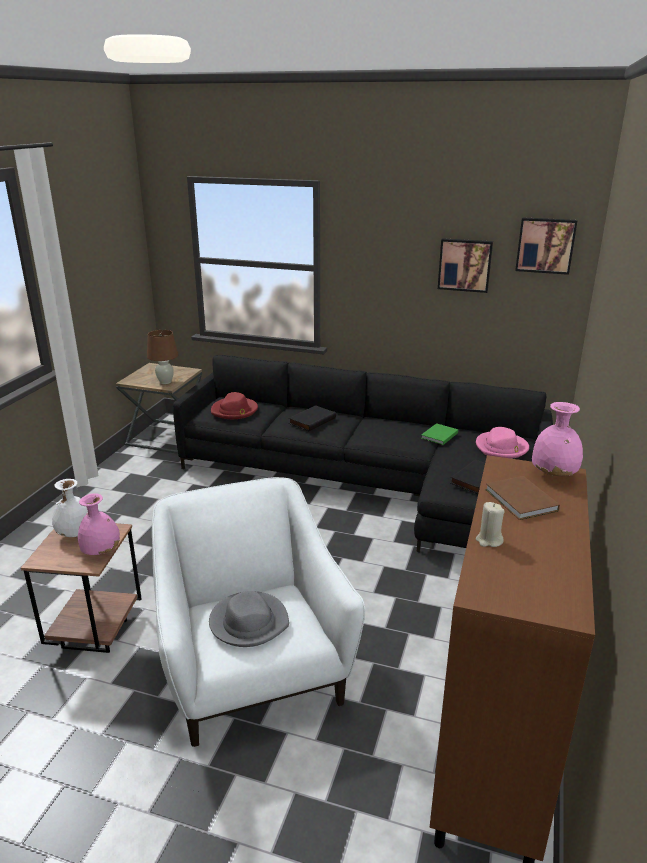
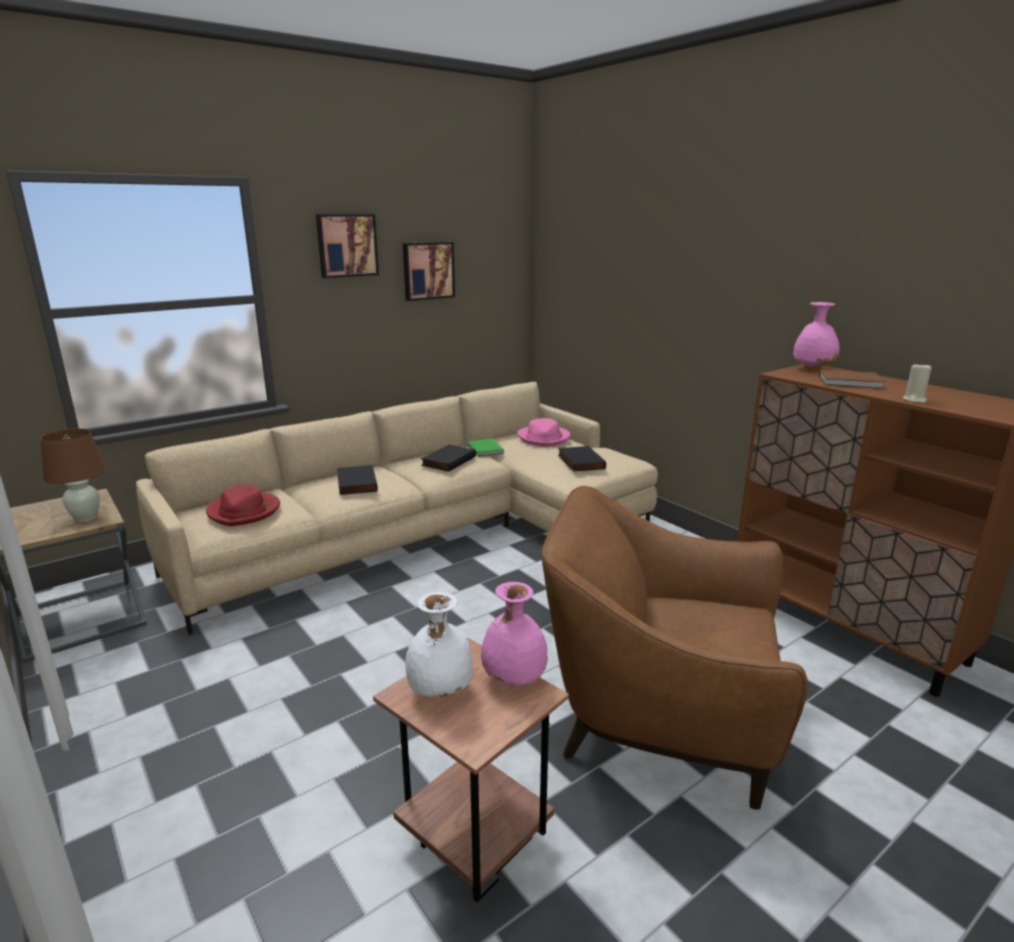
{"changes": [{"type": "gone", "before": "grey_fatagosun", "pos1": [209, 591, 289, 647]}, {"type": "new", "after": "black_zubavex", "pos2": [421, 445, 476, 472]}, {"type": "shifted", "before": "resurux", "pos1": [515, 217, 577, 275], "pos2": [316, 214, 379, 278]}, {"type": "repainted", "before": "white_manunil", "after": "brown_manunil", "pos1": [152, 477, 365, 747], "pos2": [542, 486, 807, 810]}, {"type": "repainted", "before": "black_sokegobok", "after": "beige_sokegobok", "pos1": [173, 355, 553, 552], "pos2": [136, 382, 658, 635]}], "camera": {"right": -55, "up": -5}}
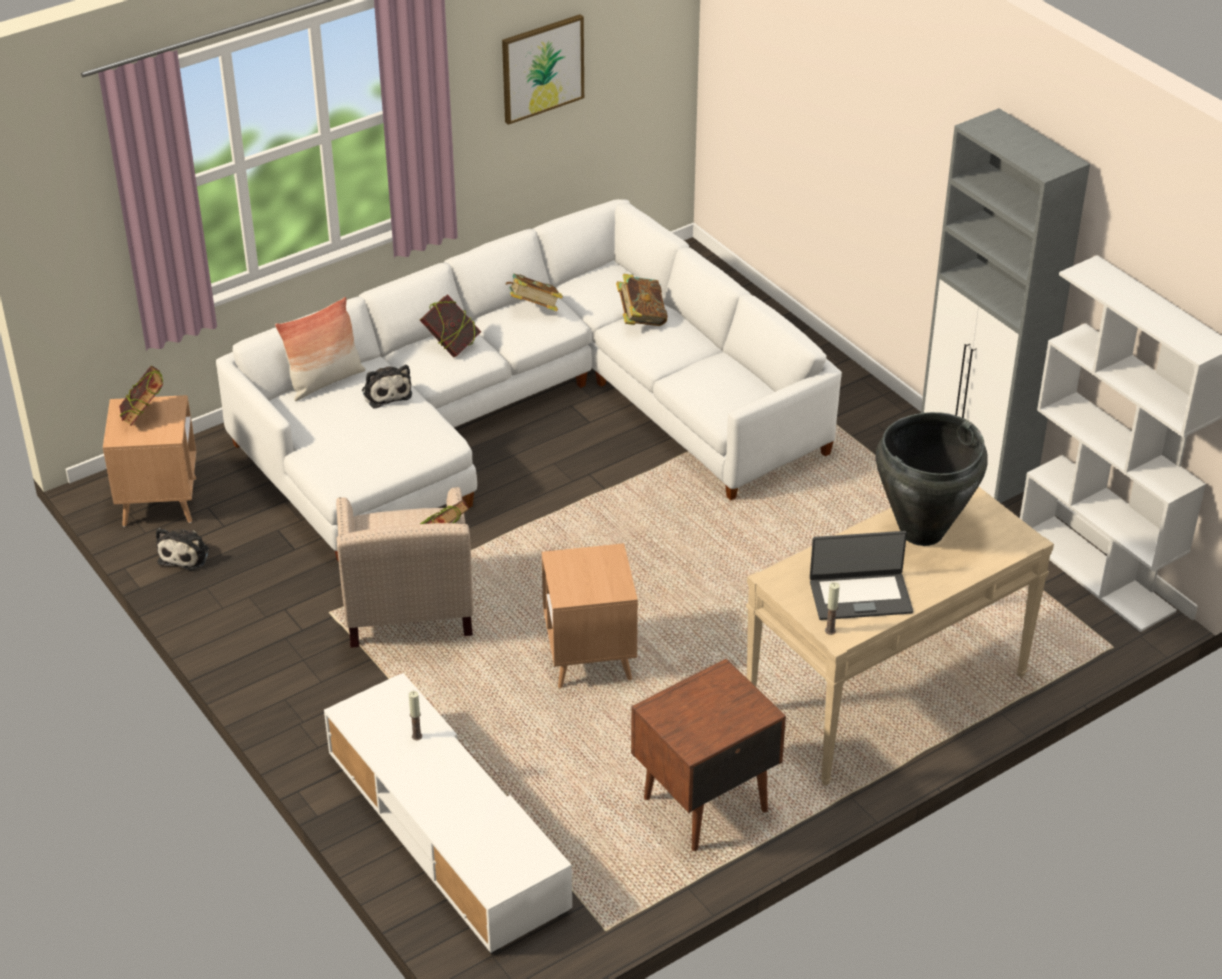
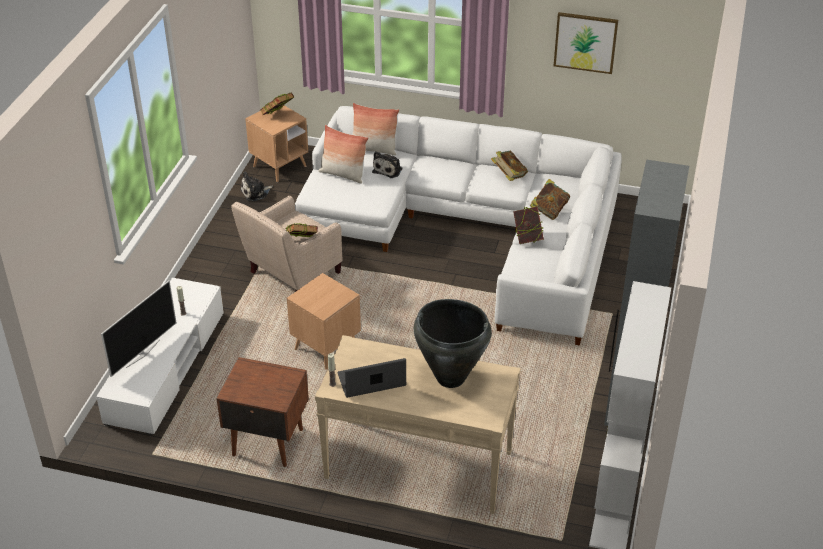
{"changes": [{"type": "new", "after": "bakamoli", "pos2": [101, 280, 177, 377]}, {"type": "new", "after": "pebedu", "pos2": [318, 125, 368, 184]}, {"type": "shifted", "before": "zubavex", "pos1": [420, 294, 481, 358], "pos2": [513, 207, 544, 244]}, {"type": "rotated", "before": "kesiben", "pos1": [810, 531, 913, 620], "pos2": [338, 358, 406, 398], "turn": 120}], "camera": {"right": 50, "up": 0}}
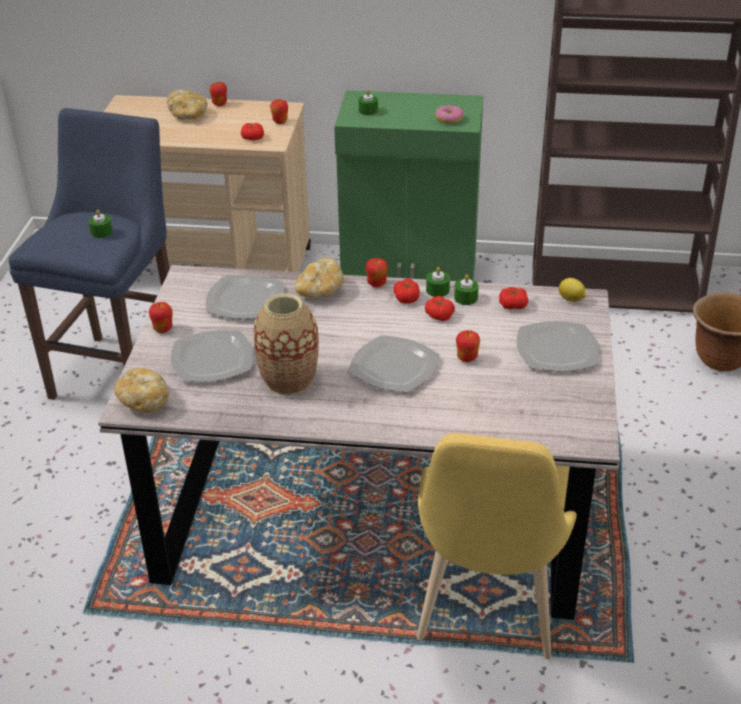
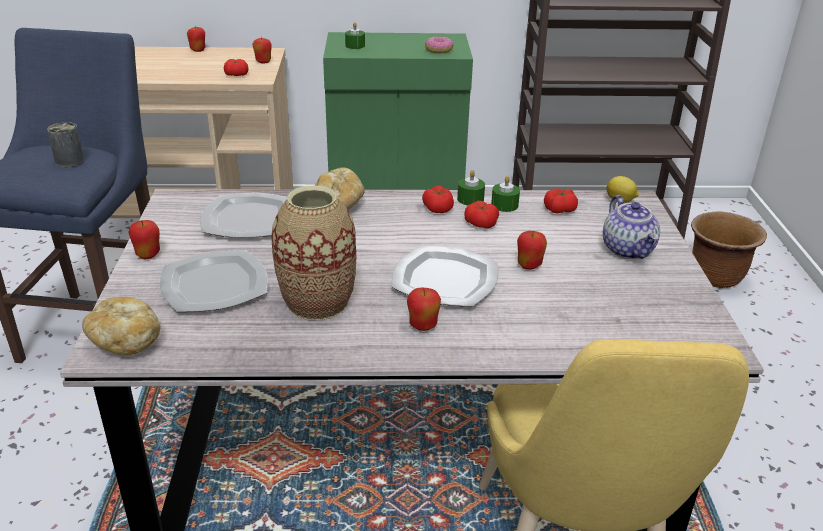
{"changes": [{"type": "gone", "before": "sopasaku", "pos1": [167, 90, 207, 120]}, {"type": "shifted", "before": "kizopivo", "pos1": [365, 258, 388, 287], "pos2": [407, 287, 441, 331]}, {"type": "swapped", "before": "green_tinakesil", "after": "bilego", "pos1": [89, 209, 113, 238], "pos2": [47, 122, 84, 167]}, {"type": "swapped", "before": "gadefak", "after": "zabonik", "pos1": [516, 321, 599, 371], "pos2": [603, 195, 660, 259]}], "camera": {"right": -10, "up": -5}}
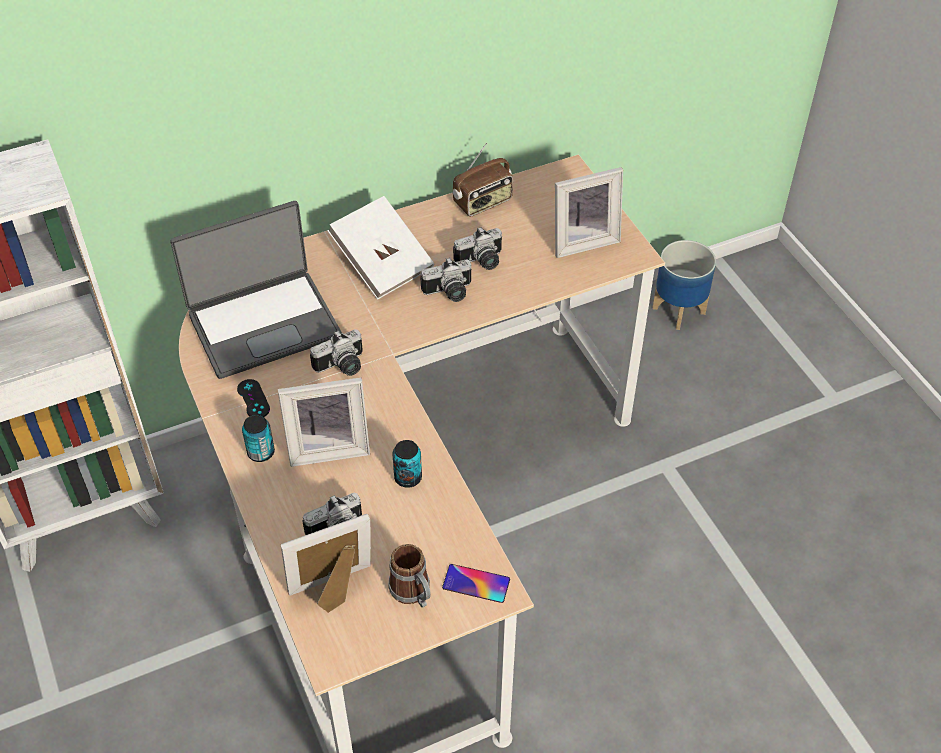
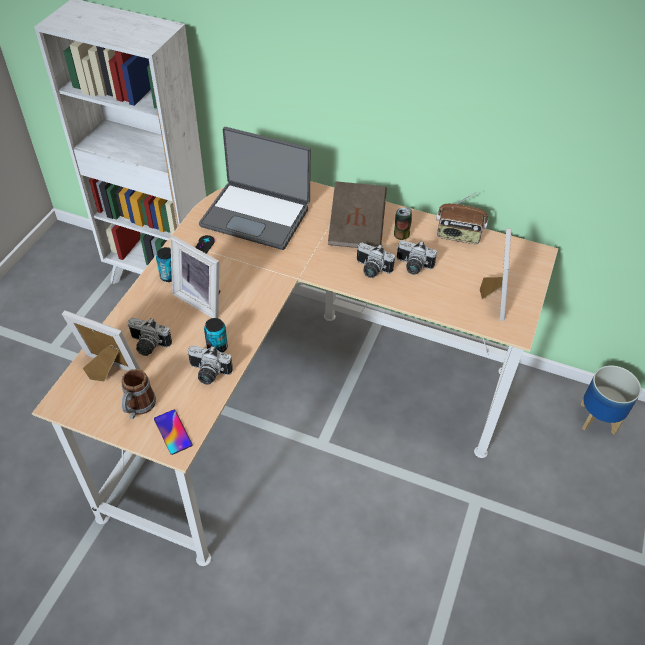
{"changes": [{"type": "new", "after": "bilego", "pos2": [394, 207, 412, 240]}, {"type": "shifted", "before": "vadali", "pos1": [310, 329, 363, 376], "pos2": [188, 345, 233, 385]}, {"type": "repainted", "before": "white_zubavex", "after": "brown_zubavex", "pos1": [328, 196, 435, 300], "pos2": [328, 181, 387, 248]}, {"type": "rotated", "before": "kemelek", "pos1": [555, 167, 623, 258], "pos2": [480, 228, 511, 321], "turn": -105}], "camera": {"right": 45, "up": 0}}
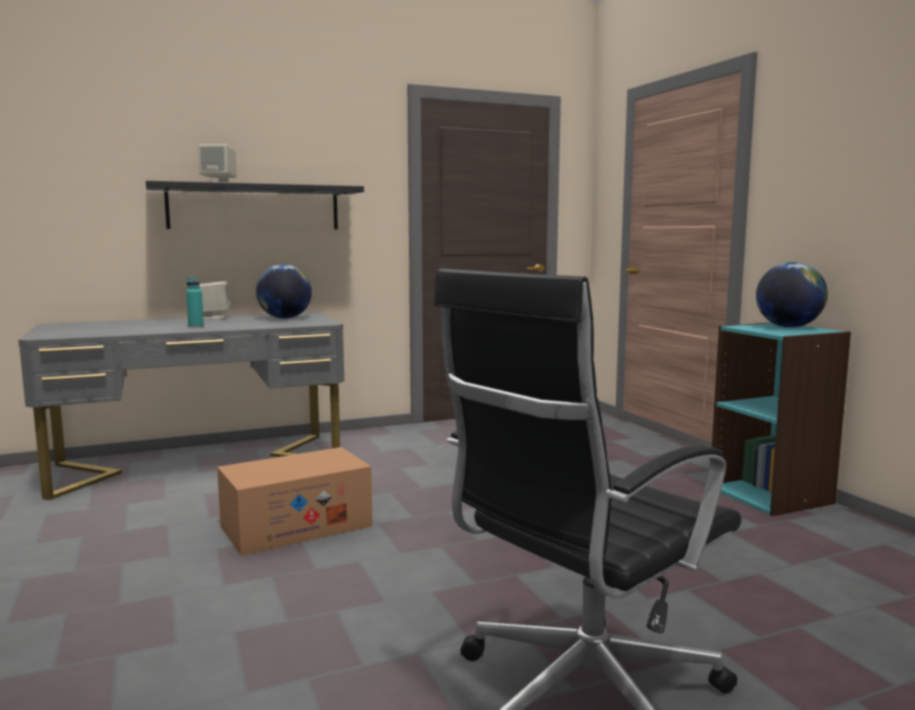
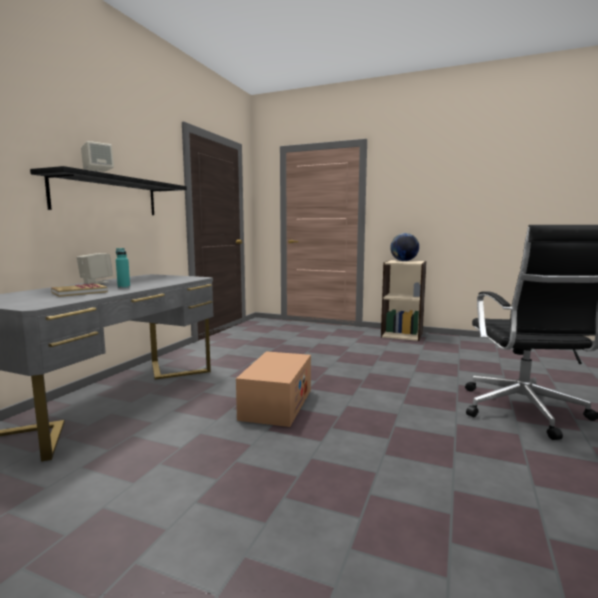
{"changes": [{"type": "gone", "before": "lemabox", "pos1": [256, 264, 312, 319]}, {"type": "new", "after": "zubavex", "pos2": [51, 283, 108, 297]}, {"type": "repainted", "before": "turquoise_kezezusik", "after": "beige_kezezusik", "pos1": [712, 323, 851, 516], "pos2": [381, 260, 427, 341]}], "camera": {"right": -45, "up": 0}}
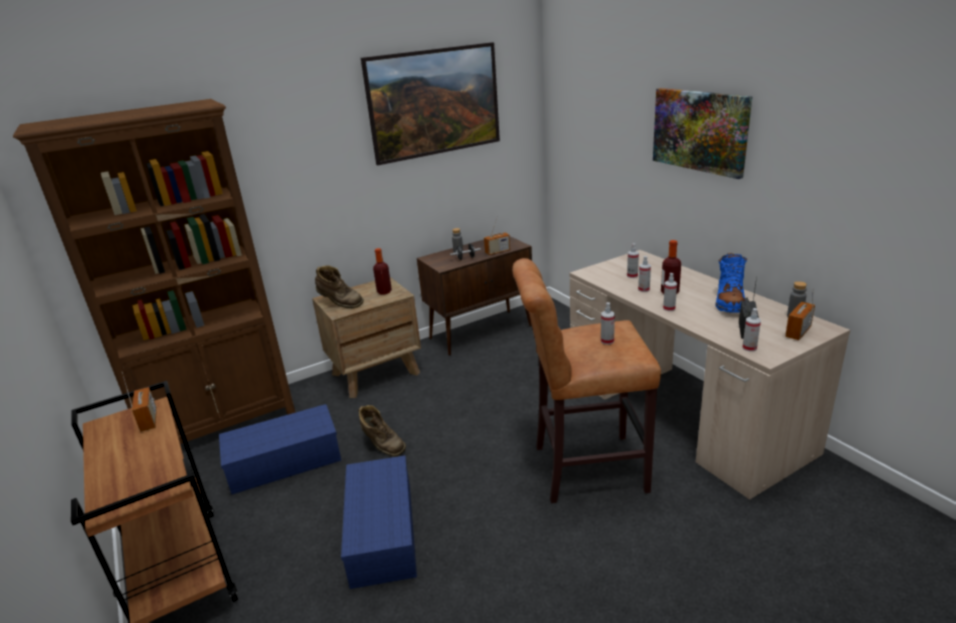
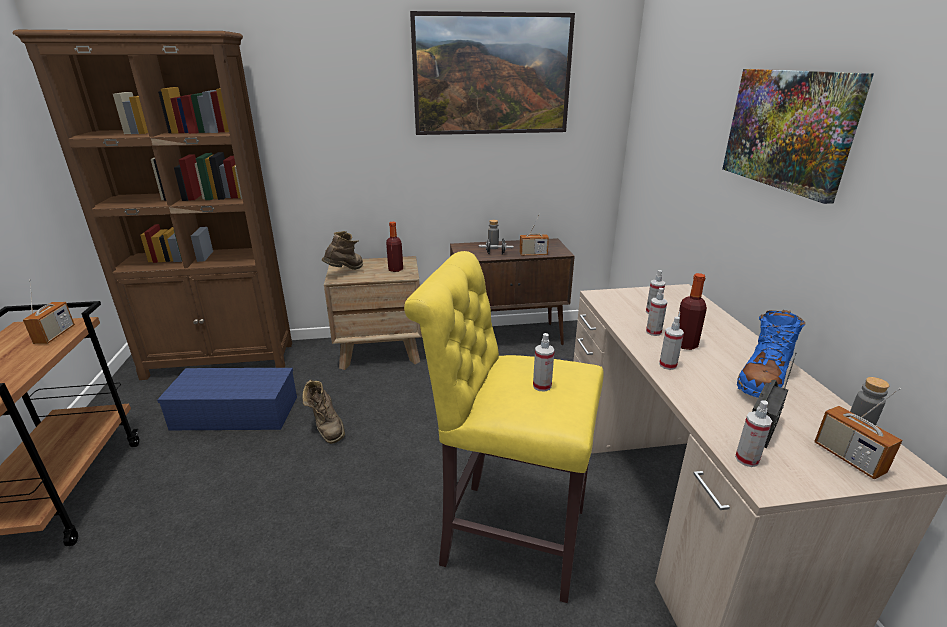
{"changes": [{"type": "gone", "before": "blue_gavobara", "pos1": [341, 456, 417, 589]}, {"type": "repainted", "before": "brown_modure", "after": "yellow_modure", "pos1": [512, 258, 661, 503], "pos2": [404, 251, 603, 603]}, {"type": "rotated", "before": "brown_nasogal", "pos1": [315, 265, 364, 308], "pos2": [322, 231, 363, 270], "turn": -105}, {"type": "rotated", "before": "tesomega", "pos1": [785, 288, 815, 340], "pos2": [814, 388, 903, 479], "turn": -90}], "camera": {"right": 20, "up": 0}}
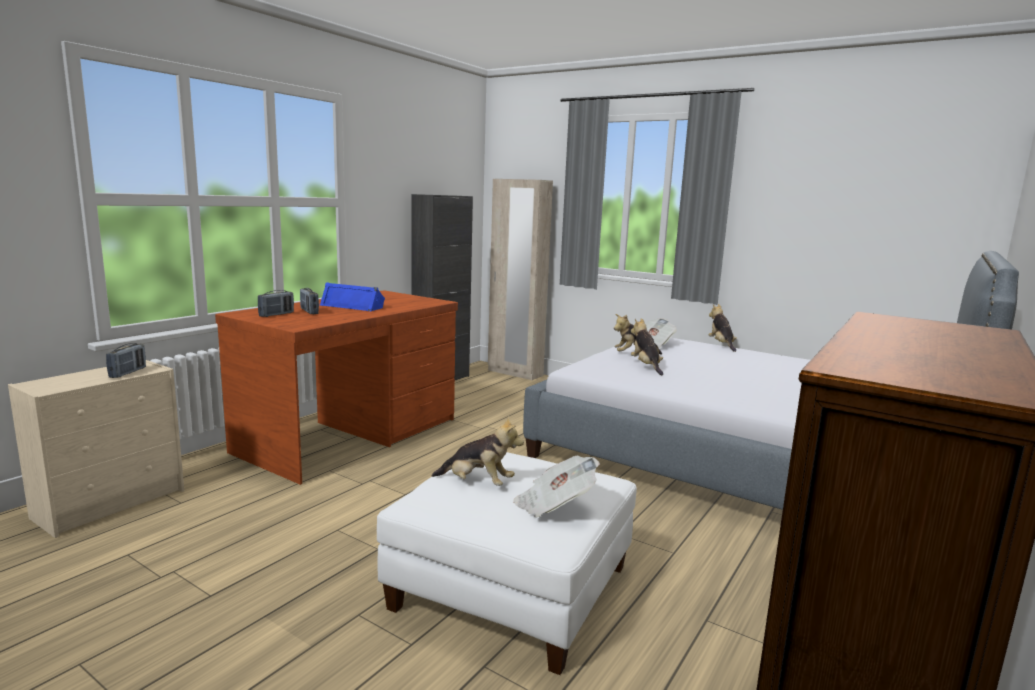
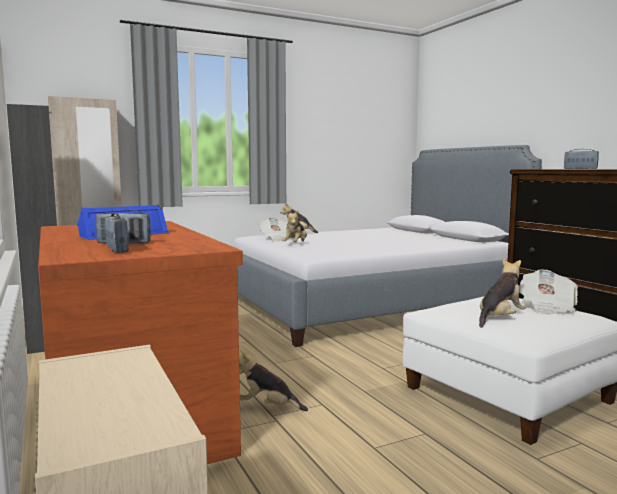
{"changes": [{"type": "shifted", "before": "tesomega", "pos1": [106, 343, 146, 378], "pos2": [564, 149, 599, 169]}, {"type": "shifted", "before": "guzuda", "pos1": [631, 318, 663, 375], "pos2": [239, 350, 308, 411]}], "camera": {"right": -60, "up": -5}}
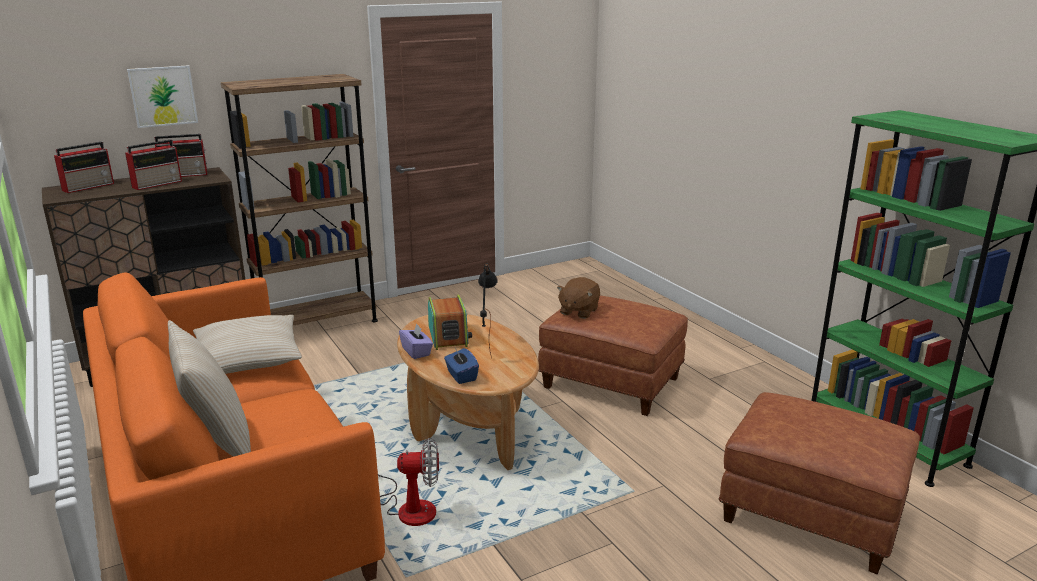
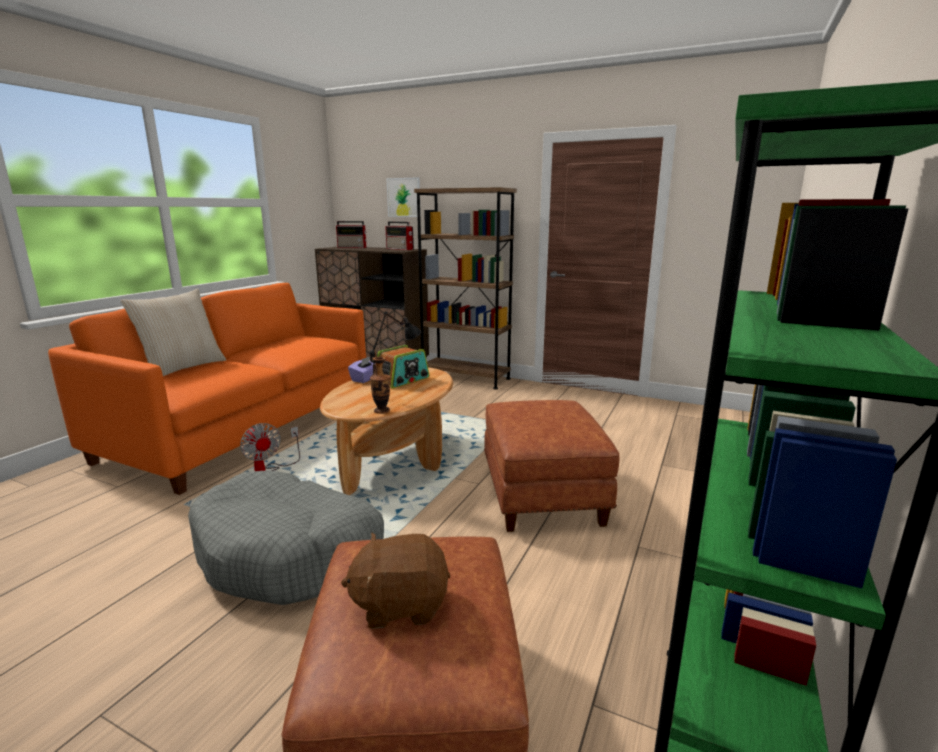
{"changes": [{"type": "gone", "before": "tesomega", "pos1": [125, 140, 182, 190]}, {"type": "gone", "before": "beige_pebedu", "pos1": [193, 315, 302, 374]}, {"type": "gone", "before": "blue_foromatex", "pos1": [444, 348, 479, 384]}, {"type": "new", "after": "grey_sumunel", "pos2": [188, 470, 384, 605]}, {"type": "new", "after": "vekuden", "pos2": [370, 357, 390, 414]}, {"type": "shifted", "before": "brown_guzuda", "pos1": [557, 277, 600, 319], "pos2": [341, 533, 450, 629]}], "camera": {"right": 55, "up": -5}}
